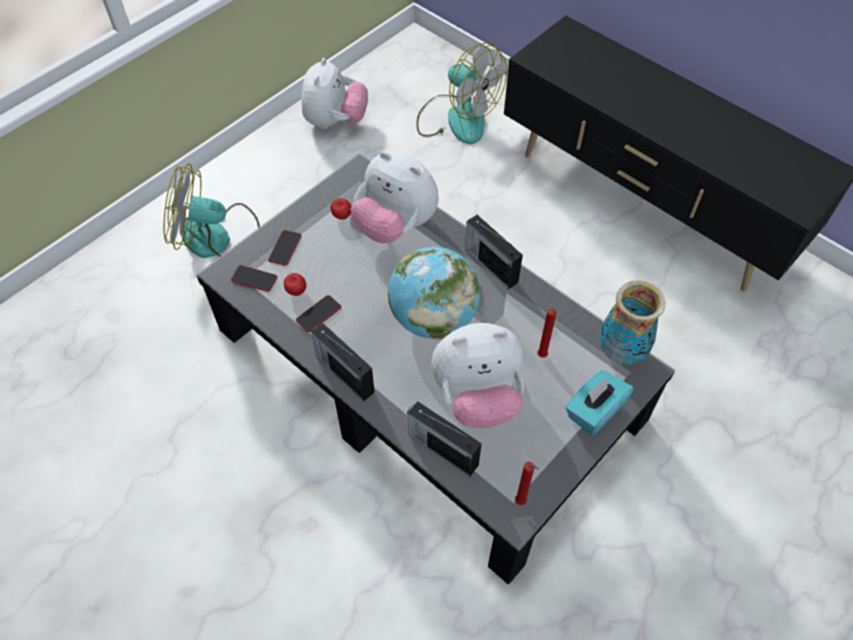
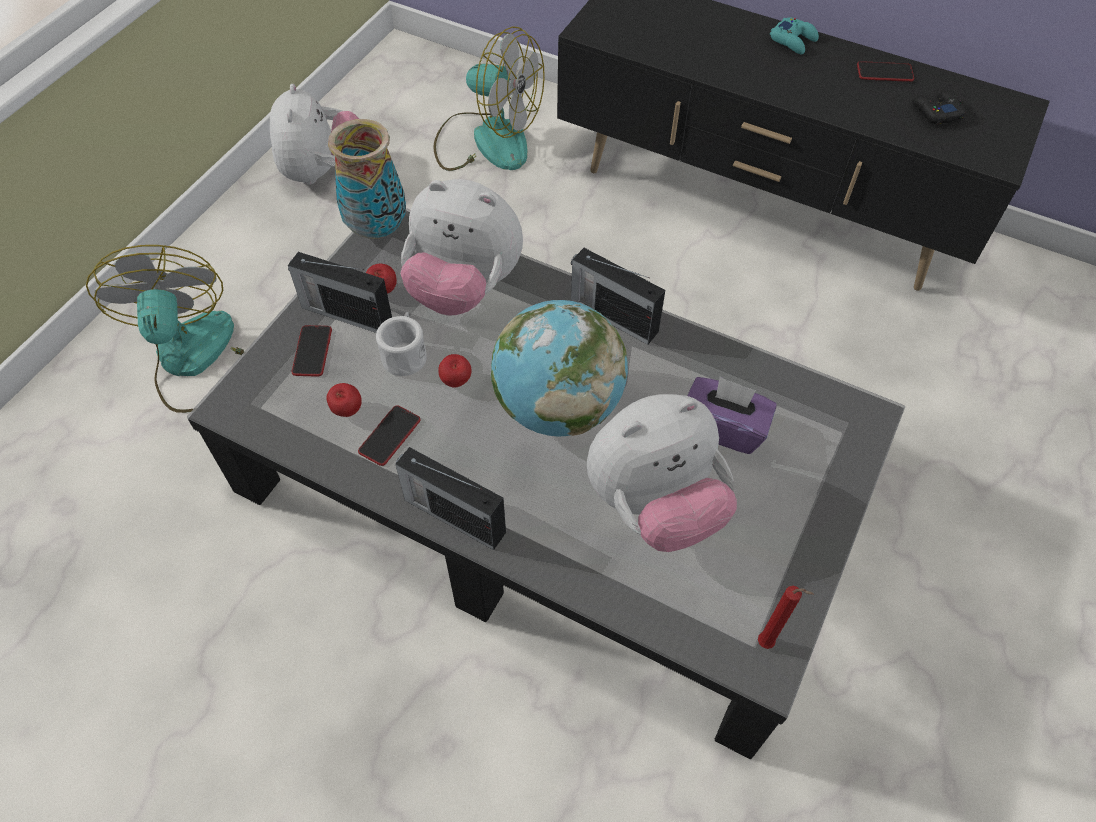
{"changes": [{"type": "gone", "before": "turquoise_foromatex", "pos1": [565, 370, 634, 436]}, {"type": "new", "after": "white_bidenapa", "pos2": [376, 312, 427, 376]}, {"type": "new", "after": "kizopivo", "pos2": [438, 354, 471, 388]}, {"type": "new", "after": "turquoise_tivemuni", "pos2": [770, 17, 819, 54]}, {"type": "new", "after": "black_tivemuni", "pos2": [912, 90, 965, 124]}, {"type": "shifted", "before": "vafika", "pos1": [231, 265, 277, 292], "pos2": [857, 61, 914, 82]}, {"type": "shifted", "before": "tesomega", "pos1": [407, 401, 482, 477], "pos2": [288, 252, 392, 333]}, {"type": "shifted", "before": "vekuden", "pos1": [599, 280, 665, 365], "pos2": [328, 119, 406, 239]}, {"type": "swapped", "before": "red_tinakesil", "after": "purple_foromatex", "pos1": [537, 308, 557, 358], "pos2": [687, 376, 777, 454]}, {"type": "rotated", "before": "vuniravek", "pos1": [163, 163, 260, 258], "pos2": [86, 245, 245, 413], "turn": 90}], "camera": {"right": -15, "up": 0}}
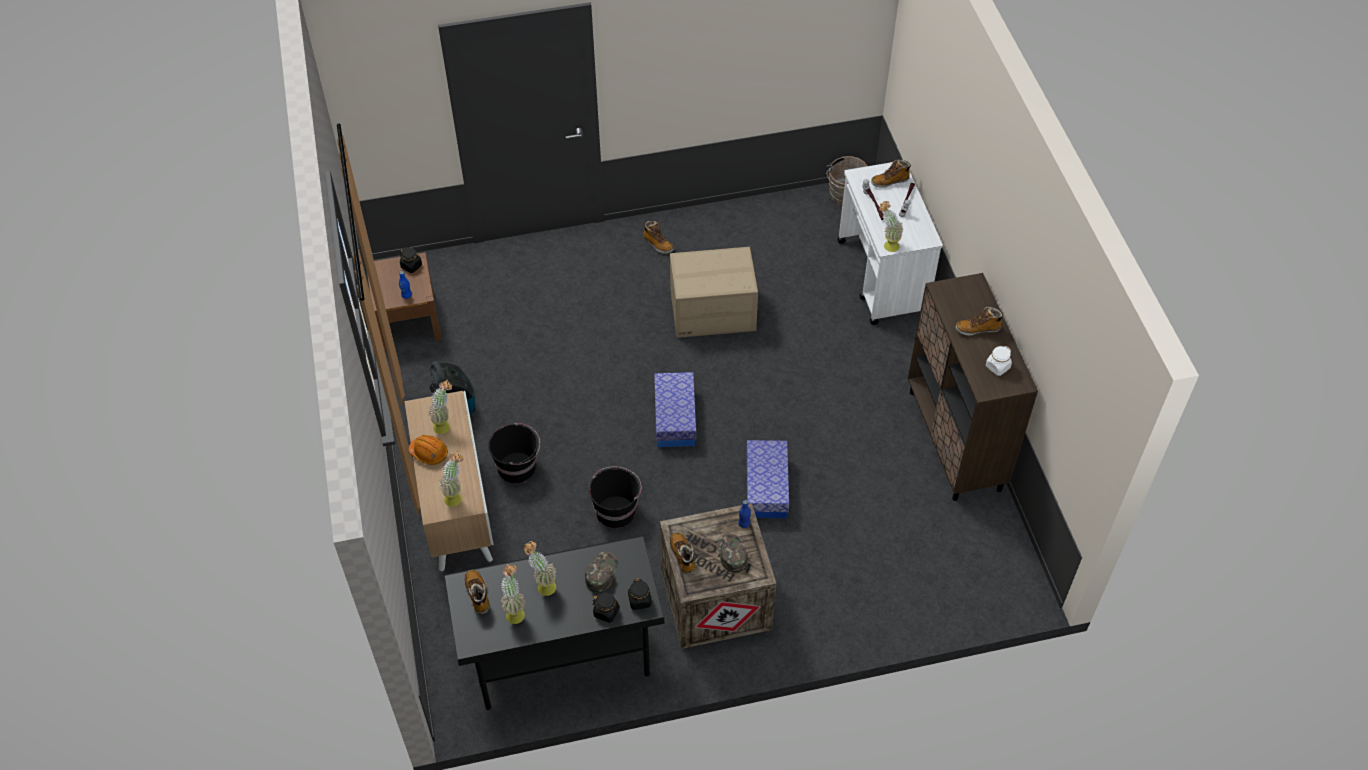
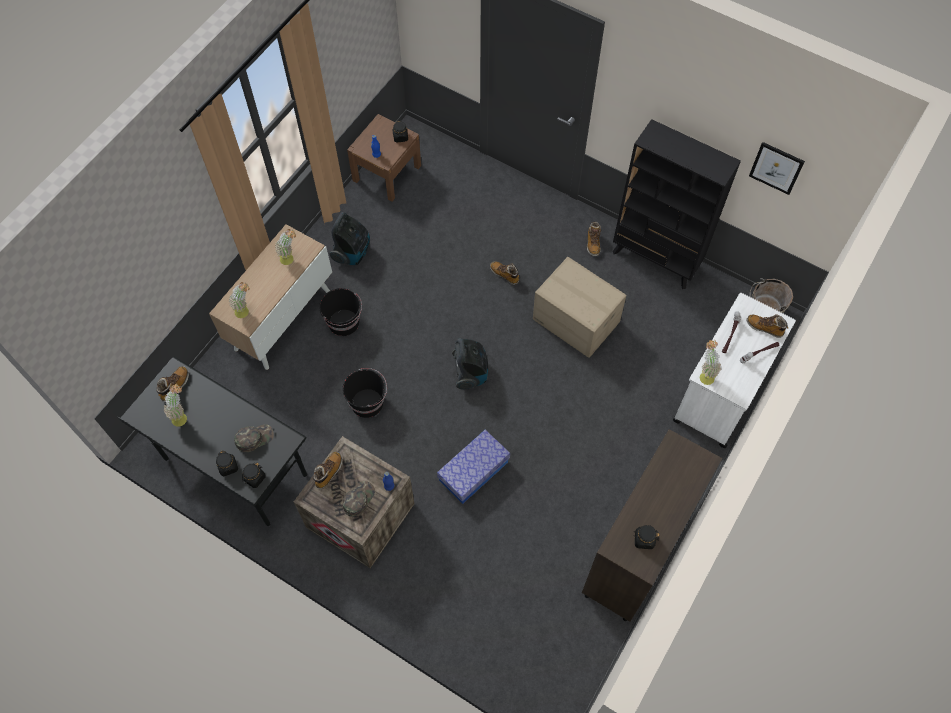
{"changes": [{"type": "gone", "before": "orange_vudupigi", "pos1": [409, 435, 448, 465]}, {"type": "gone", "before": "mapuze", "pos1": [524, 541, 556, 596]}, {"type": "new", "after": "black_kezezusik", "pos2": [613, 119, 741, 289]}, {"type": "new", "after": "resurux", "pos2": [749, 142, 805, 195]}, {"type": "shifted", "before": "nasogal", "pos1": [955, 307, 1004, 336], "pos2": [490, 261, 519, 285]}, {"type": "swapped", "before": "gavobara", "after": "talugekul", "pos1": [654, 372, 696, 447], "pos2": [452, 338, 488, 390]}, {"type": "repainted", "before": "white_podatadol", "after": "black_podatadol", "pos1": [986, 346, 1012, 376], "pos2": [634, 525, 660, 549]}], "camera": {"right": 45, "up": 10}}
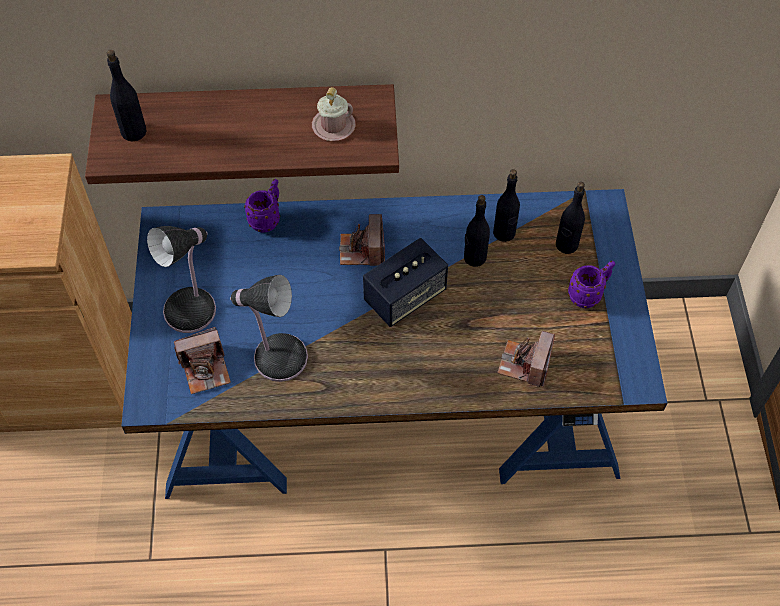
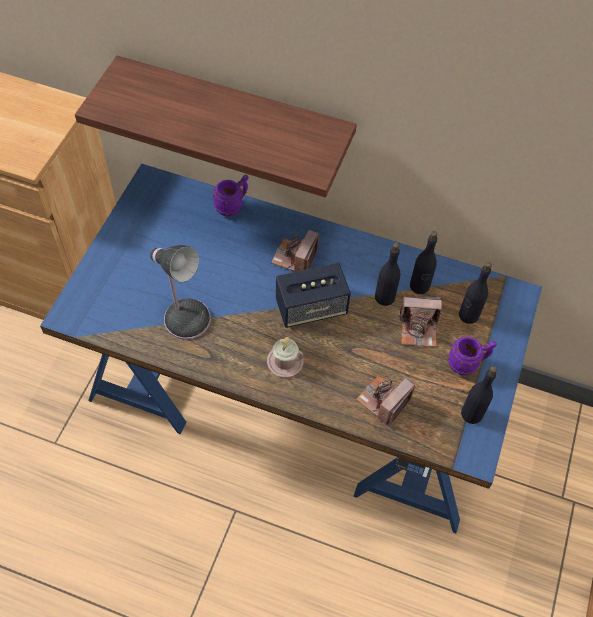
{"changes": [{"type": "gone", "before": "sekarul", "pos1": [147, 226, 216, 333]}, {"type": "shifted", "before": "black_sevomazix", "pos1": [106, 50, 147, 141], "pos2": [461, 366, 497, 424]}, {"type": "shifted", "before": "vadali", "pos1": [174, 327, 231, 394], "pos2": [398, 297, 442, 347]}, {"type": "shifted", "before": "pink_bidenapa", "pos1": [312, 87, 356, 141], "pos2": [267, 337, 304, 377]}], "camera": {"right": 20, "up": 0}}
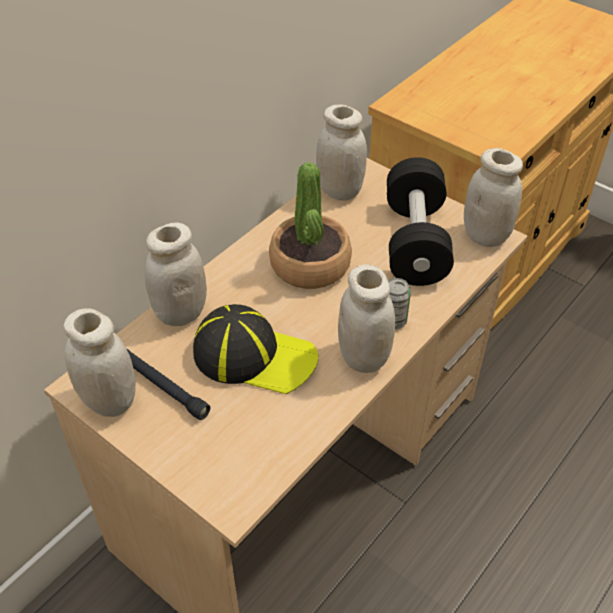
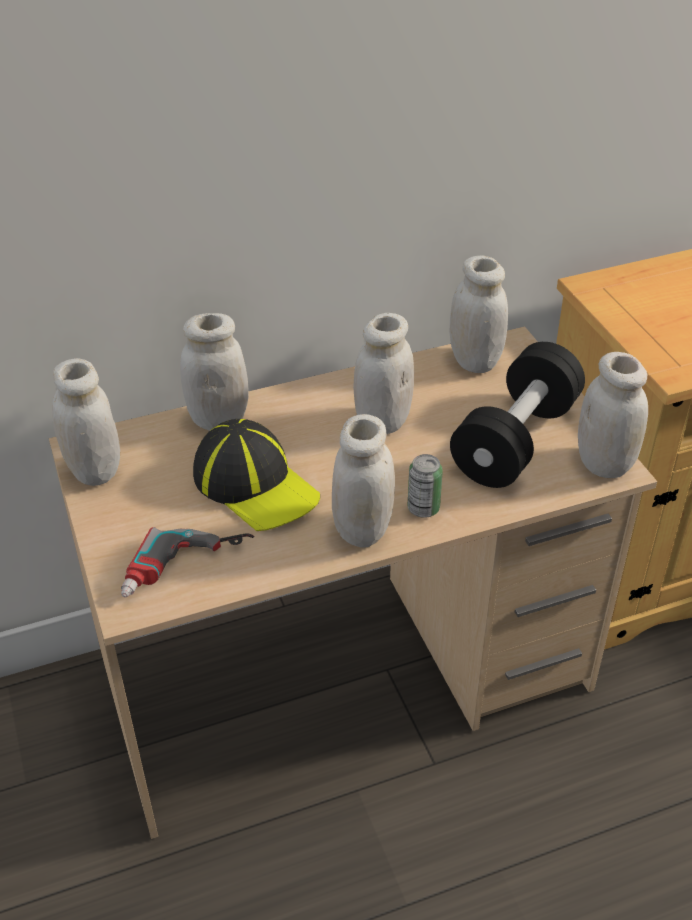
{"changes": [{"type": "gone", "before": "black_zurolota", "pos1": [127, 349, 210, 420]}, {"type": "new", "after": "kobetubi", "pos2": [121, 527, 254, 597]}, {"type": "swapped", "before": "mapuze", "after": "white_podatadol", "pos1": [269, 162, 352, 289], "pos2": [353, 313, 414, 434]}], "camera": {"right": 30, "up": -5}}
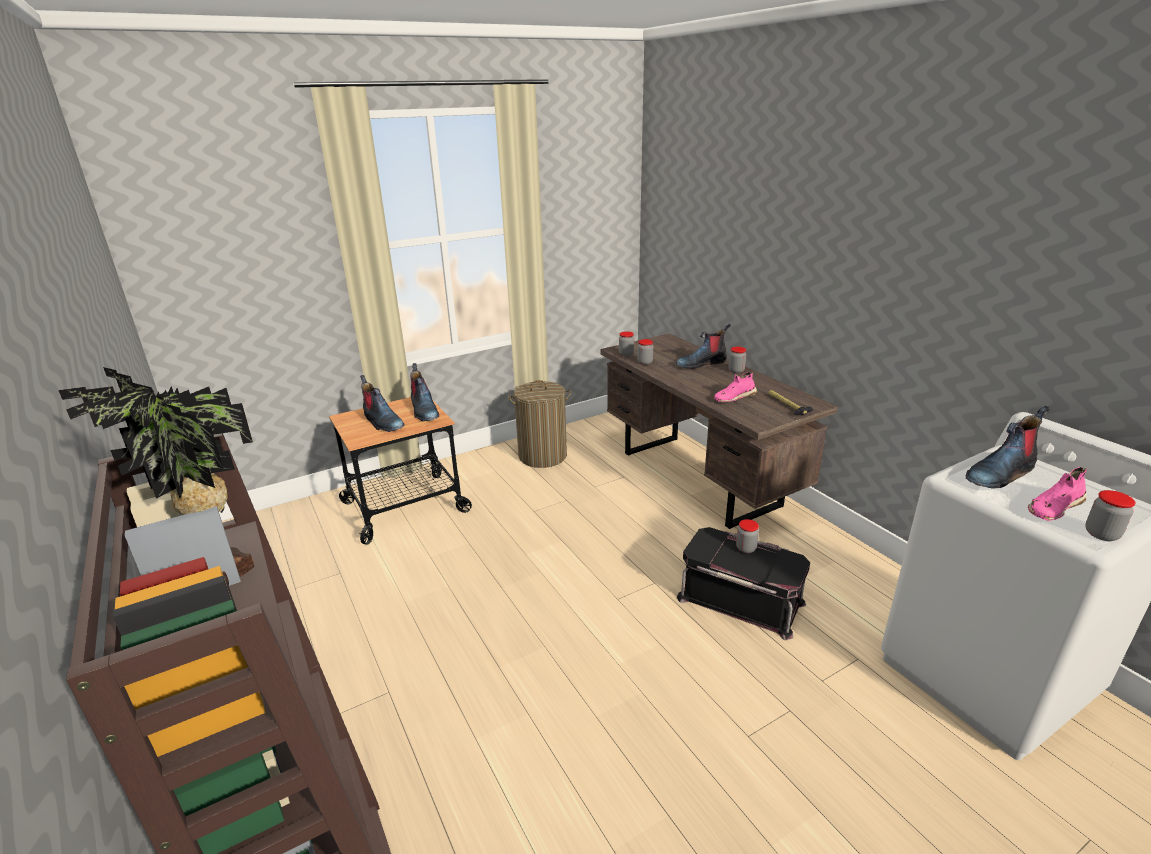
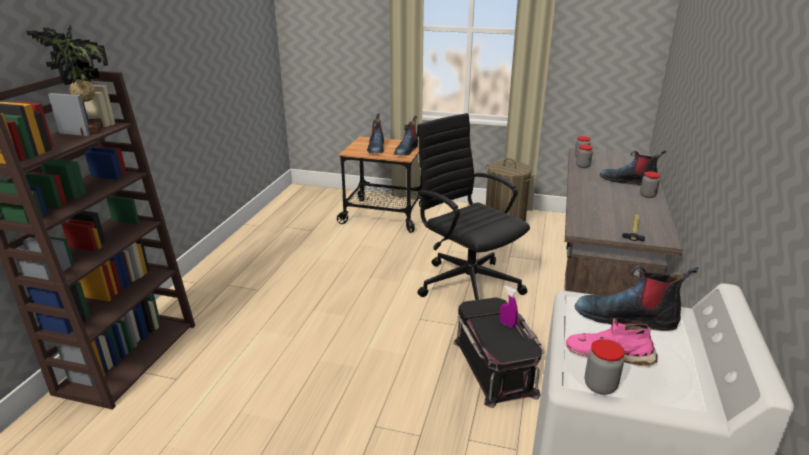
{"changes": [{"type": "gone", "before": "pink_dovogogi", "pos1": [714, 372, 757, 402]}, {"type": "new", "after": "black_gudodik", "pos2": [417, 113, 530, 300]}, {"type": "swapped", "before": "podatadol", "after": "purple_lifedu", "pos1": [736, 519, 759, 553], "pos2": [500, 285, 518, 328]}], "camera": {"right": 45, "up": 0}}
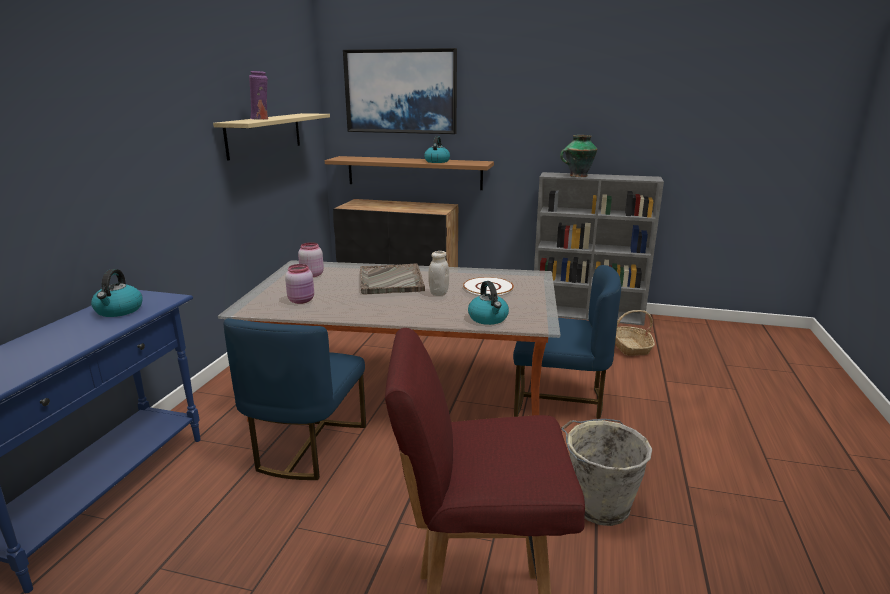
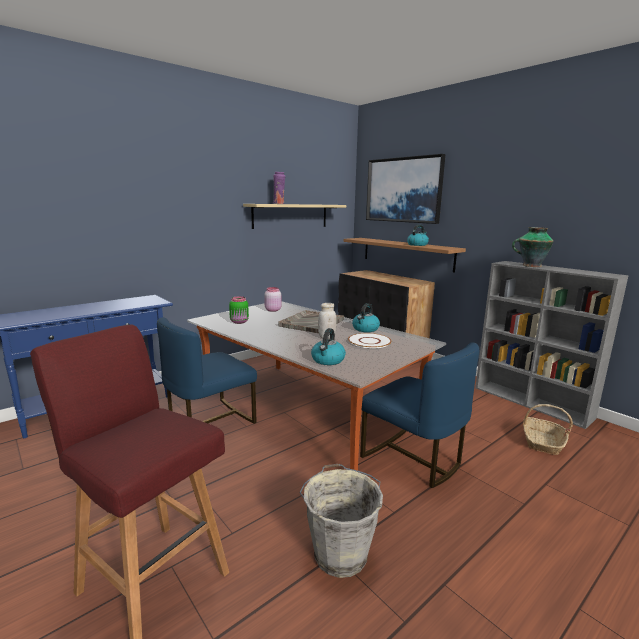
{"changes": [{"type": "shifted", "before": "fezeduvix", "pos1": [91, 269, 143, 317], "pos2": [352, 303, 380, 332]}, {"type": "repainted", "before": "pink_podatadol", "after": "green_podatadol", "pos1": [285, 264, 314, 304], "pos2": [229, 296, 249, 324]}], "camera": {"right": 35, "up": -5}}
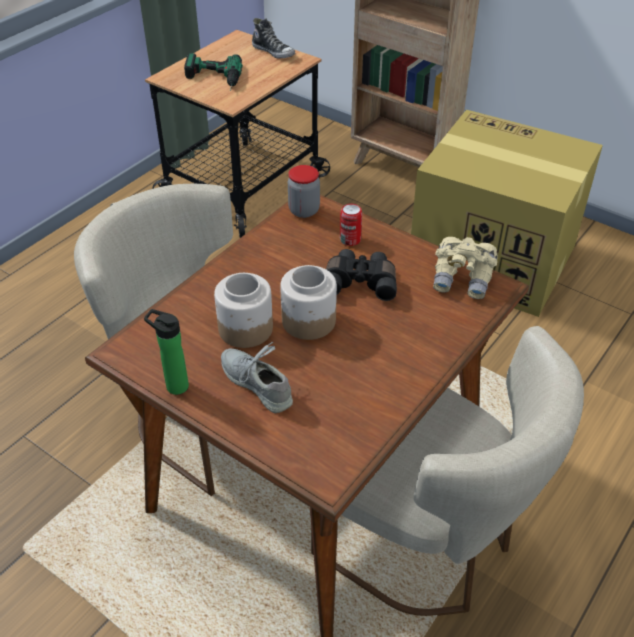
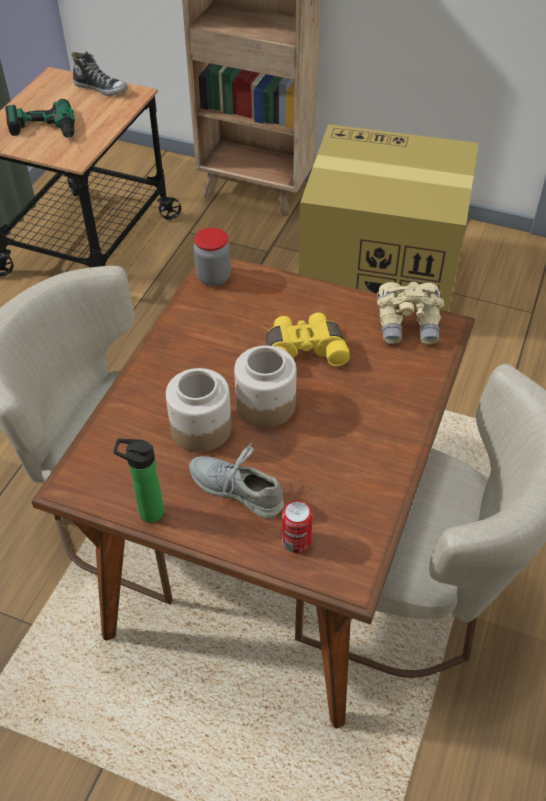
{"changes": [{"type": "shifted", "before": "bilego", "pos1": [340, 204, 362, 246], "pos2": [282, 500, 313, 553]}, {"type": "repainted", "before": "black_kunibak", "after": "yellow_kunibak", "pos1": [326, 249, 397, 301], "pos2": [266, 313, 350, 366]}], "camera": {"right": -15, "up": 5}}
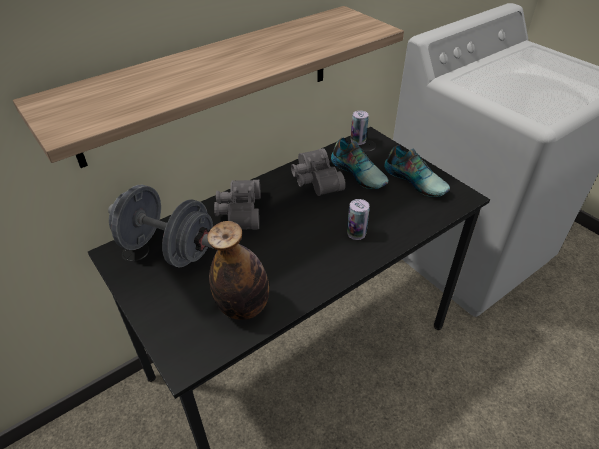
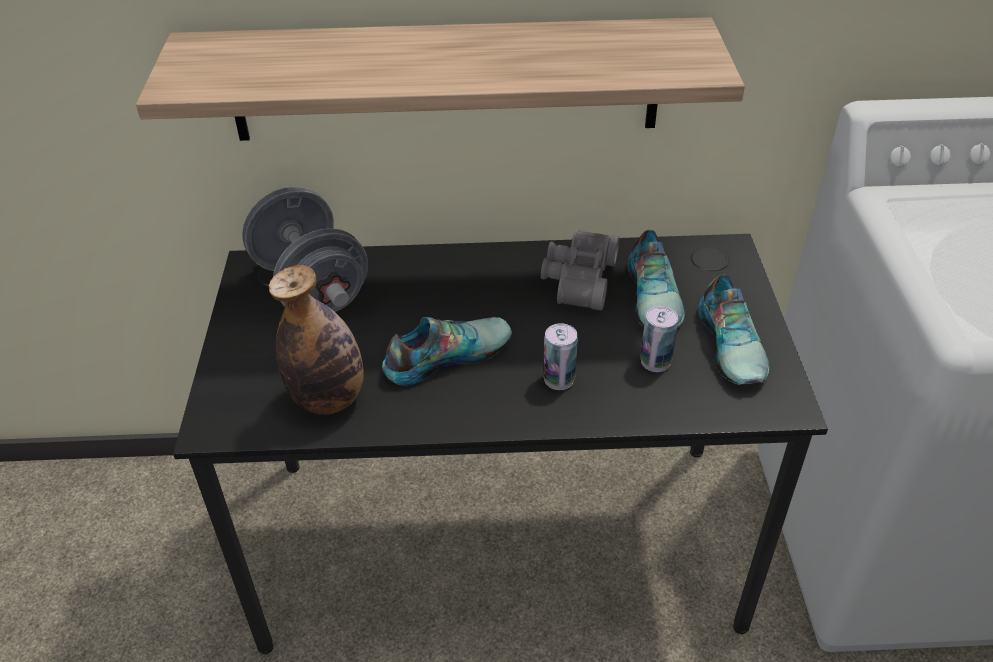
{"changes": [{"type": "gone", "before": "grey_kunibak", "pos1": [214, 180, 260, 230]}, {"type": "new", "after": "dovogogi", "pos2": [382, 317, 512, 386]}, {"type": "shifted", "before": "bilego", "pos1": [351, 110, 369, 145], "pos2": [640, 306, 678, 372]}], "camera": {"right": 35, "up": 0}}
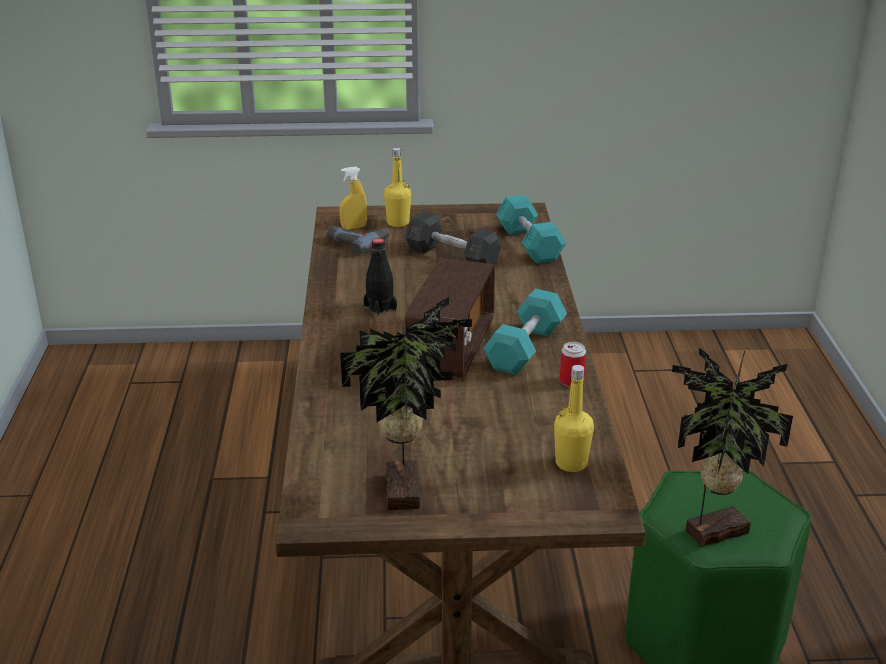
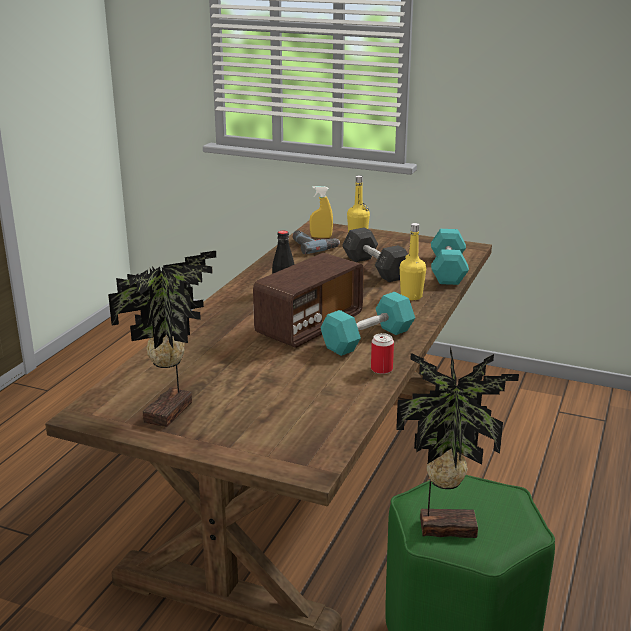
{"changes": [{"type": "shifted", "before": "yellow_sevomazix", "pos1": [554, 365, 594, 472], "pos2": [400, 223, 426, 300]}], "camera": {"right": 25, "up": -5}}
